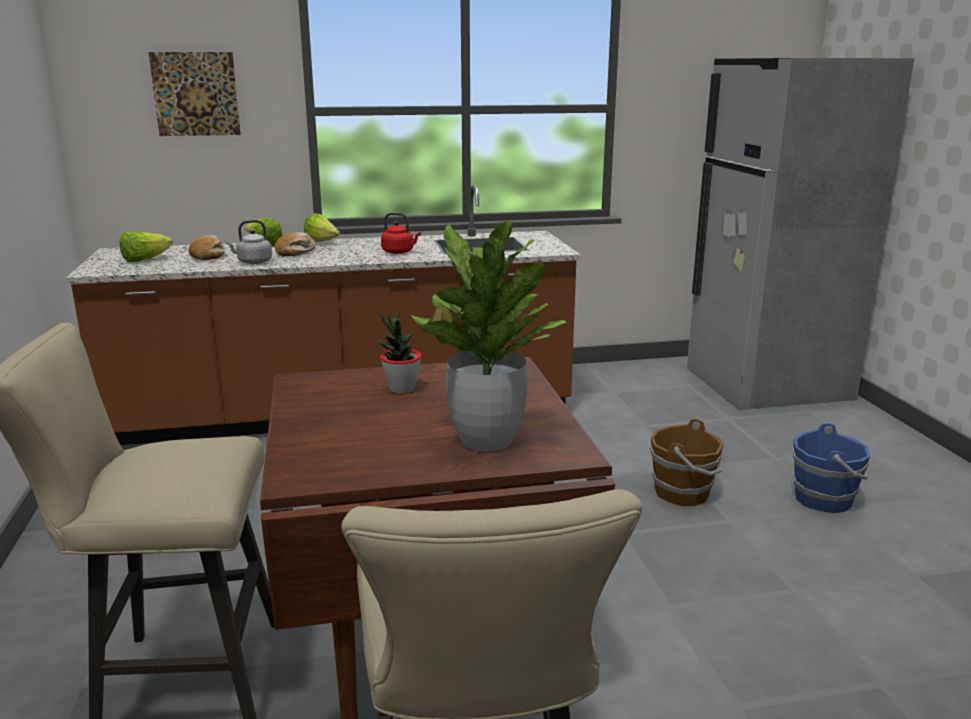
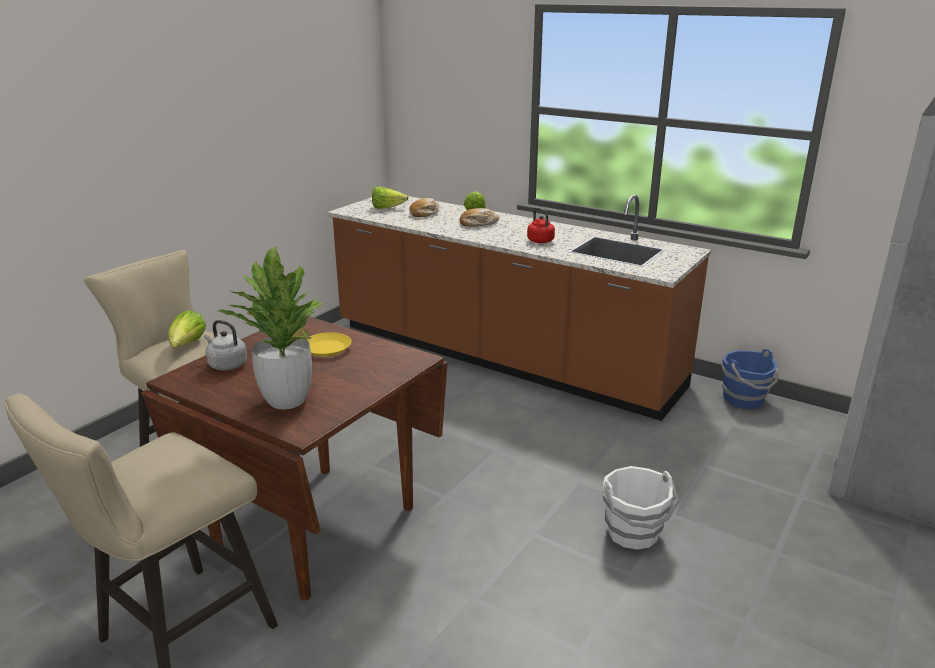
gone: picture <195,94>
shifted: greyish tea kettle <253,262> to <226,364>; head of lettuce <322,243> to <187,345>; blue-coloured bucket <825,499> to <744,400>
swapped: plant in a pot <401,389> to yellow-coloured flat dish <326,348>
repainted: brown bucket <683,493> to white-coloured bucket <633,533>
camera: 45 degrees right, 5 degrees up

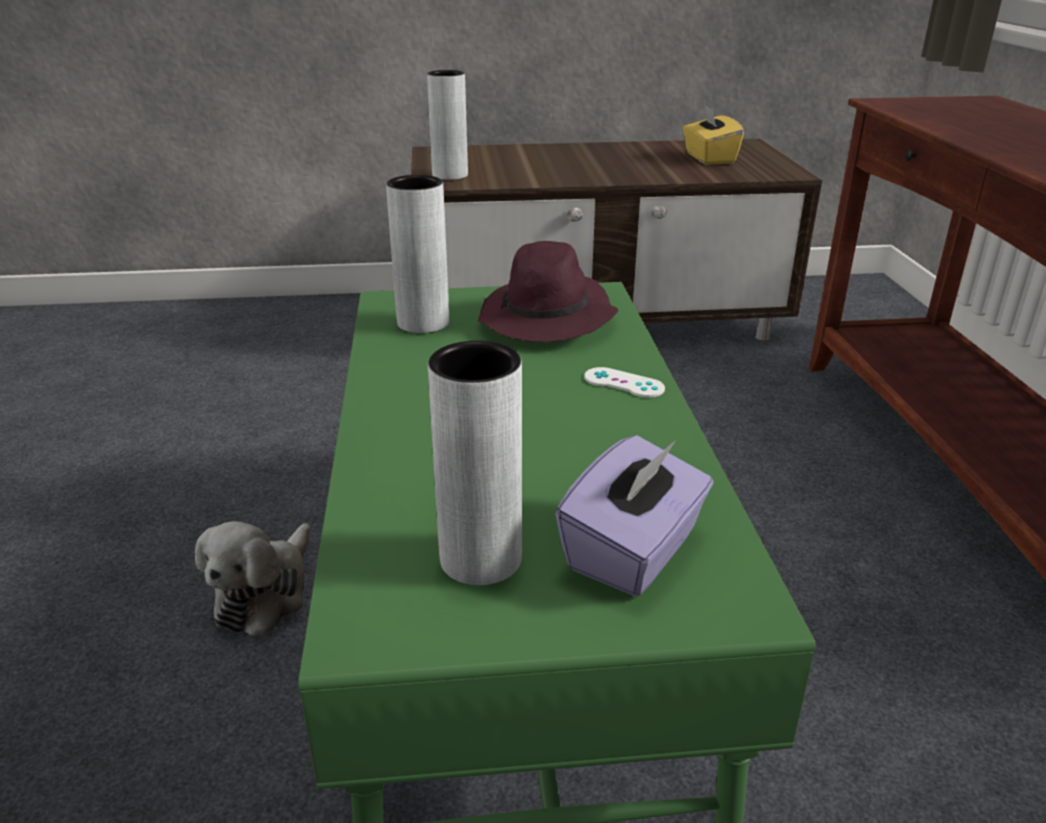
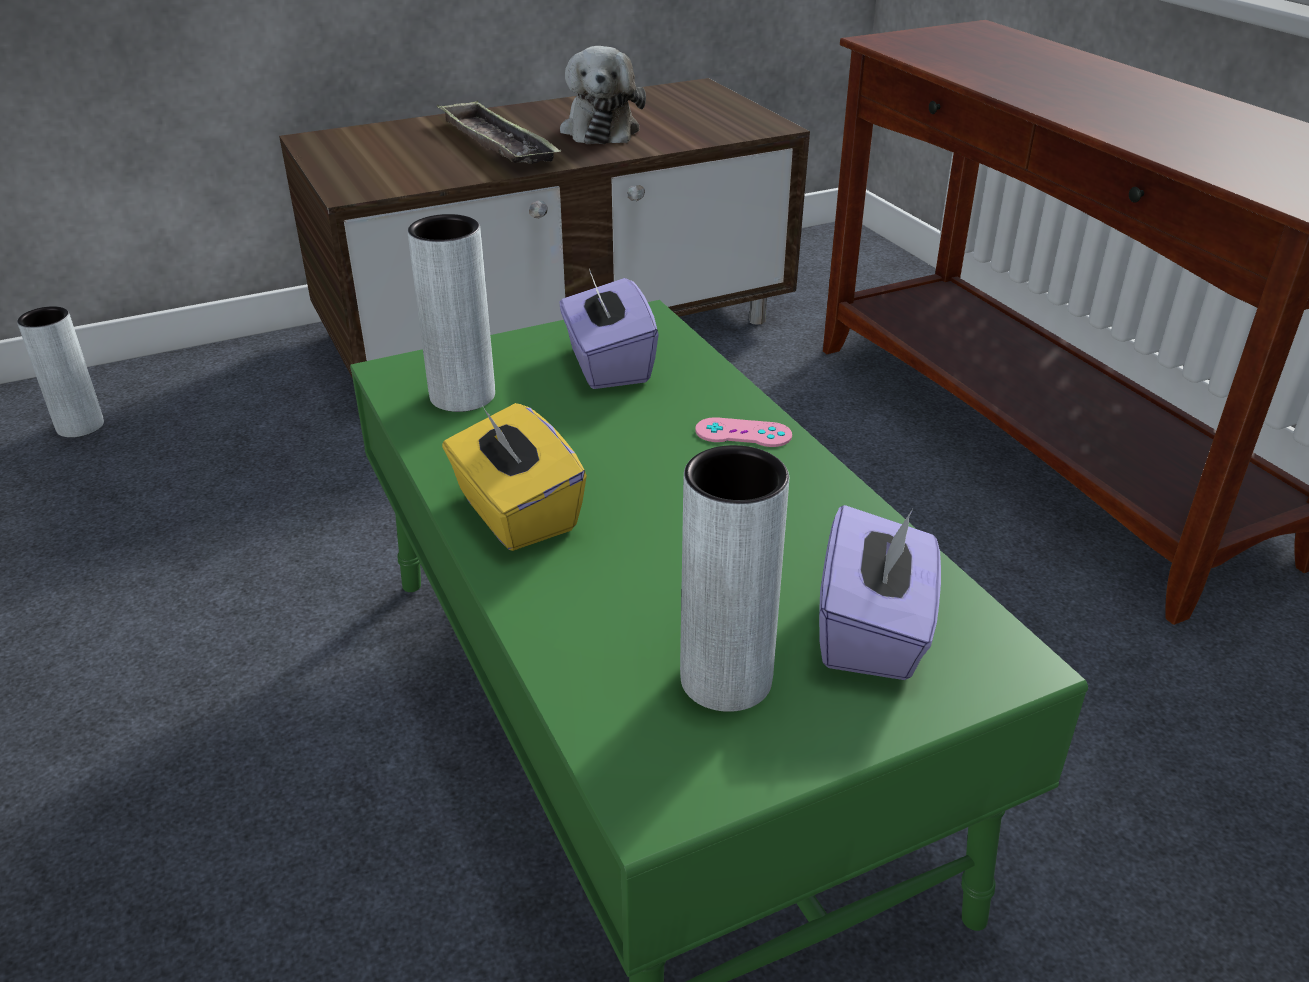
new: carrying tray <497,144>
shifted: soft toy <265,593> to <600,130>; greyish flower vase <450,175> to <80,426>; yellow-coloured tissue holder <709,158> to <515,513>
swapped: purplish wearable hat <547,319> to purplish tissue holder <607,365>
repainted: white-coloured gamepad <624,383> to pink-coloured gamepad <743,433>
camera: 20 degrees left, 5 degrees up

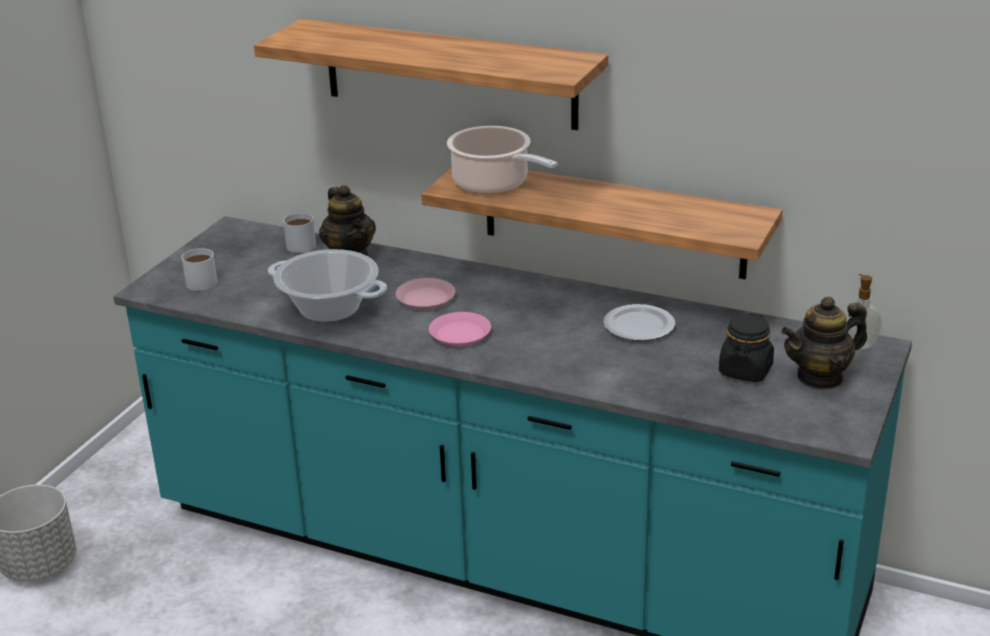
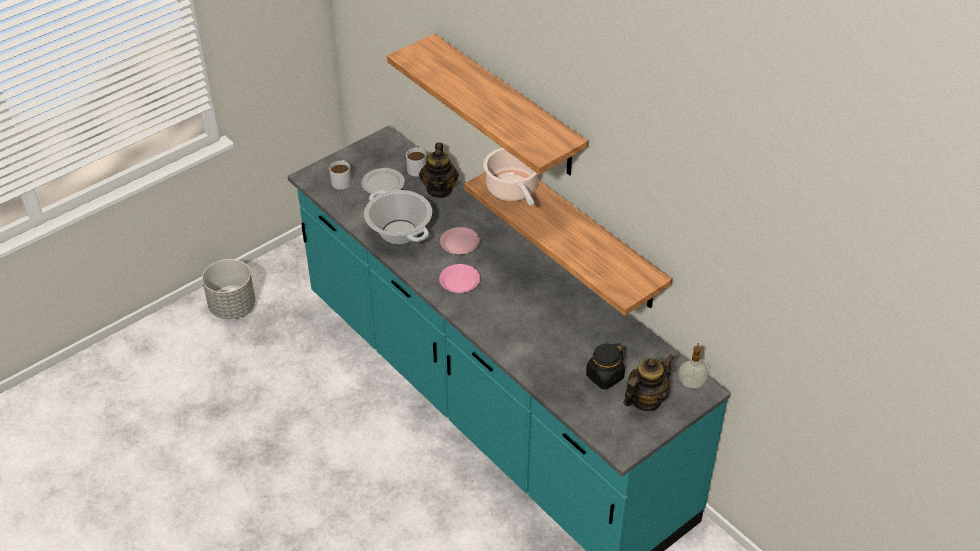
shifted: flat dish <638,326> to <382,184>
rotated: pot for tea <820,377> = <645,400> 135 degrees clockwise
camera: 25 degrees right, 15 degrees up

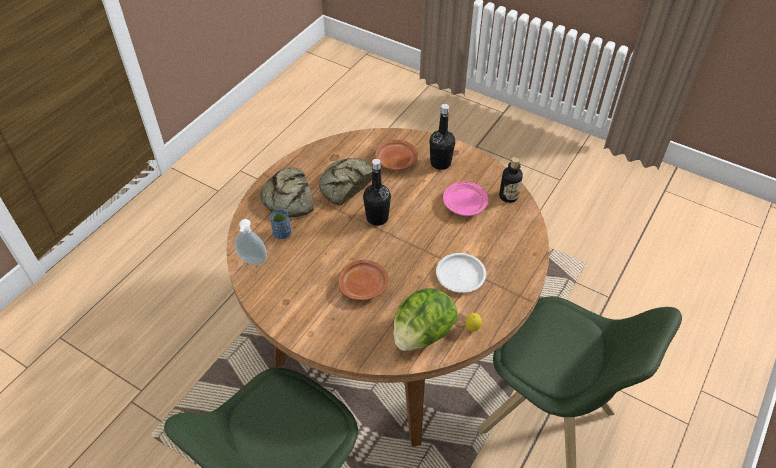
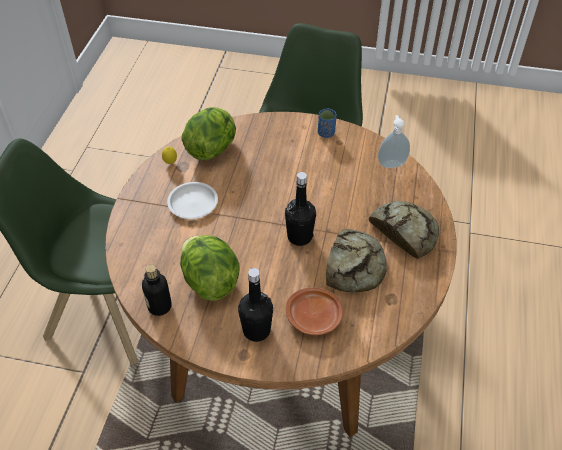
gone: brown flat dish <363,285>
shifted: blue-coloured drinking cup <282,233> to <326,133>
swapped: pink-coloured flat dish <464,204> to head of lettuce <209,281>
camera: 160 degrees right, 0 degrees up

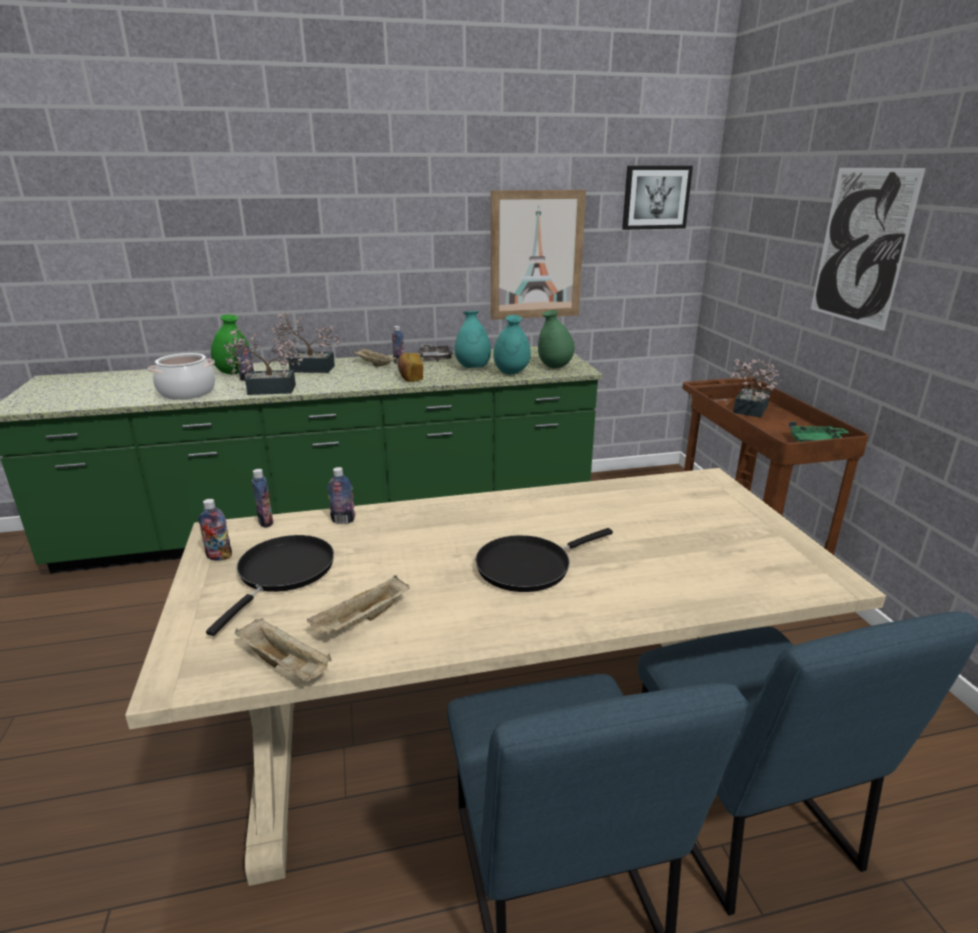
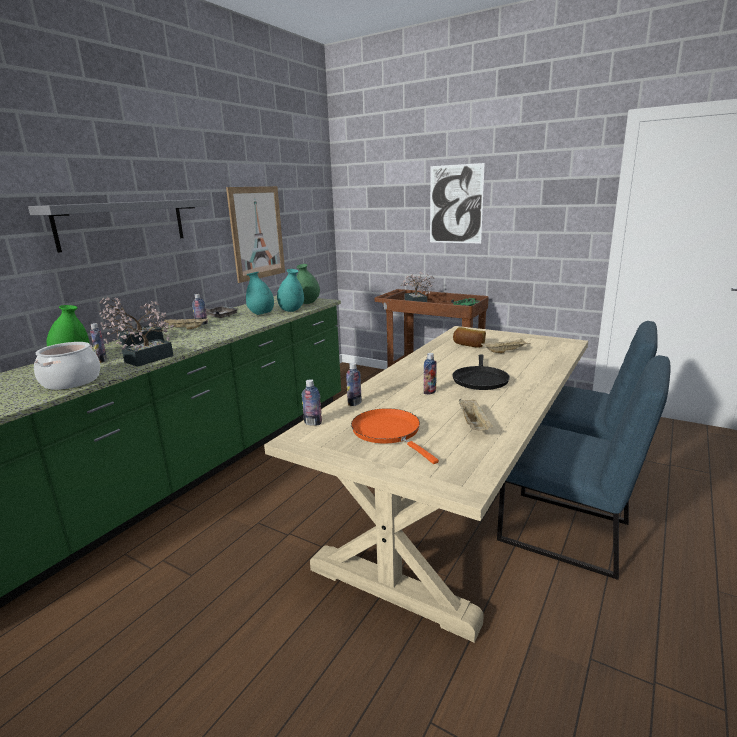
gone: picture <655,197>
new: greyish wall shelf <123,223>
shifted: drink bottle <219,556> to <429,392>; beige-coloured carrying tray <286,665> to <505,352>; bakery bread <410,377> to <469,345>
repainted: blackish skillet <283,573> to orange skillet <389,432>
camera: 45 degrees left, 5 degrees down

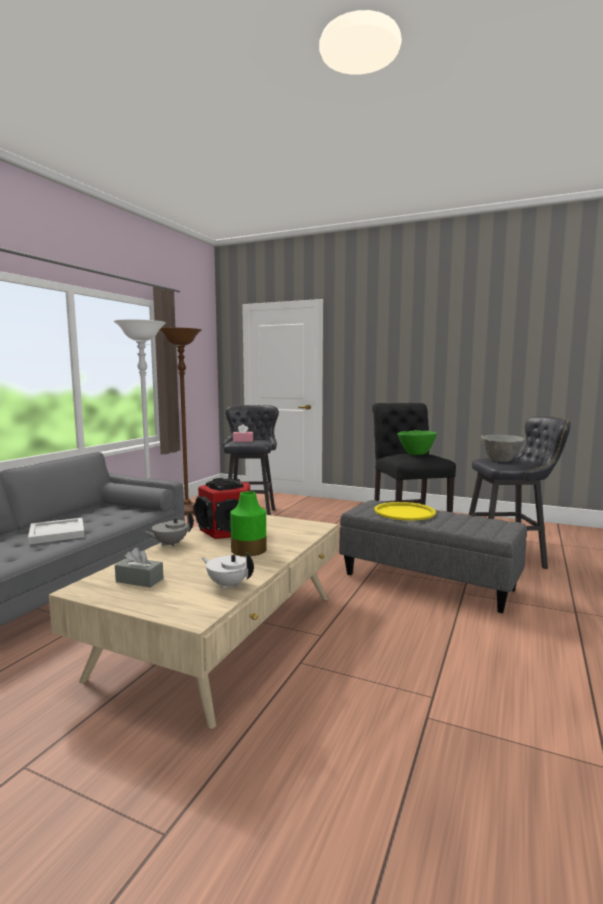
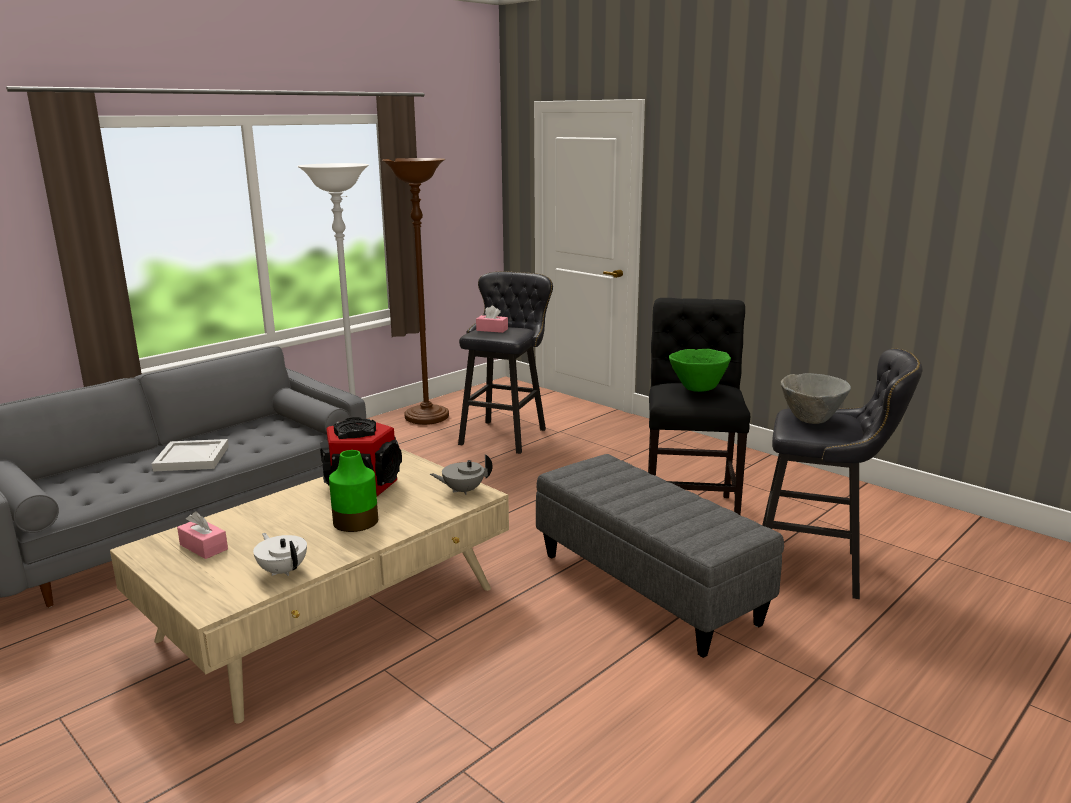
gone: yellow-coloured carrying tray <404,512>
shifted: greyish pot for tea <170,544> to <463,490>
repainted: greyish tissue holder <139,580> to pink-coloured tissue holder <203,547>
camera: 20 degrees right, 10 degrees up

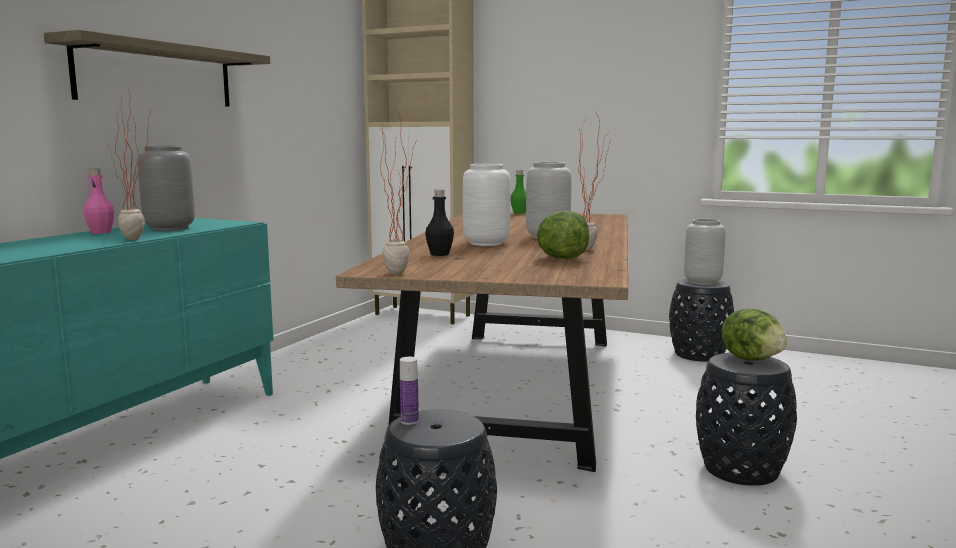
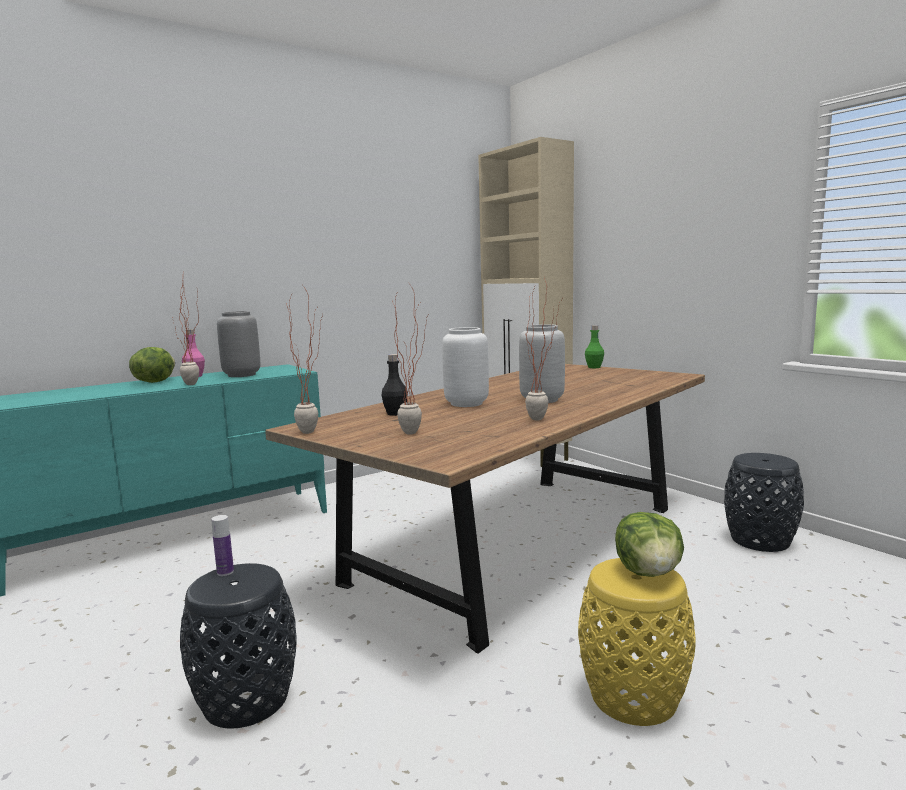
gone: wall shelf <156,75>; greyish flower vase <703,282>
new: plant in a pot <416,432>
shifted: head of lettuce <561,258> to <154,382>
repainted: blackish stool seat <741,470> to yellow-coloured stool seat <633,698>
camera: 30 degrees right, 0 degrees up

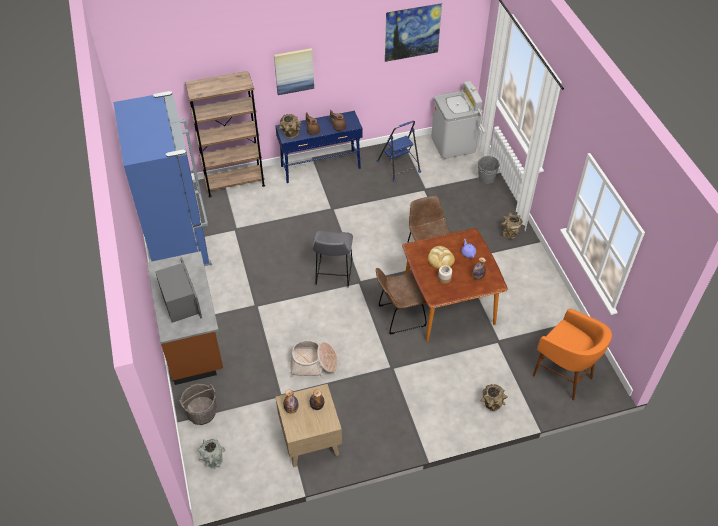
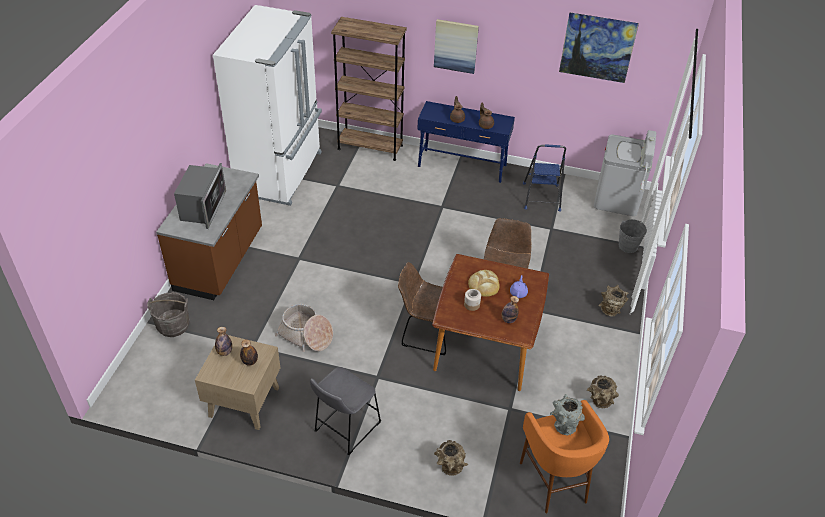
shifted: greyish flower vase <212,460> to <563,425>; brown flower vase <290,135> to <599,402>; greyish stool seat <333,274> to <345,429>
repainted: blue-coloured refrigerator <179,239> to white-coloured refrigerator <281,173>
camera: 30 degrees right, 5 degrees down

